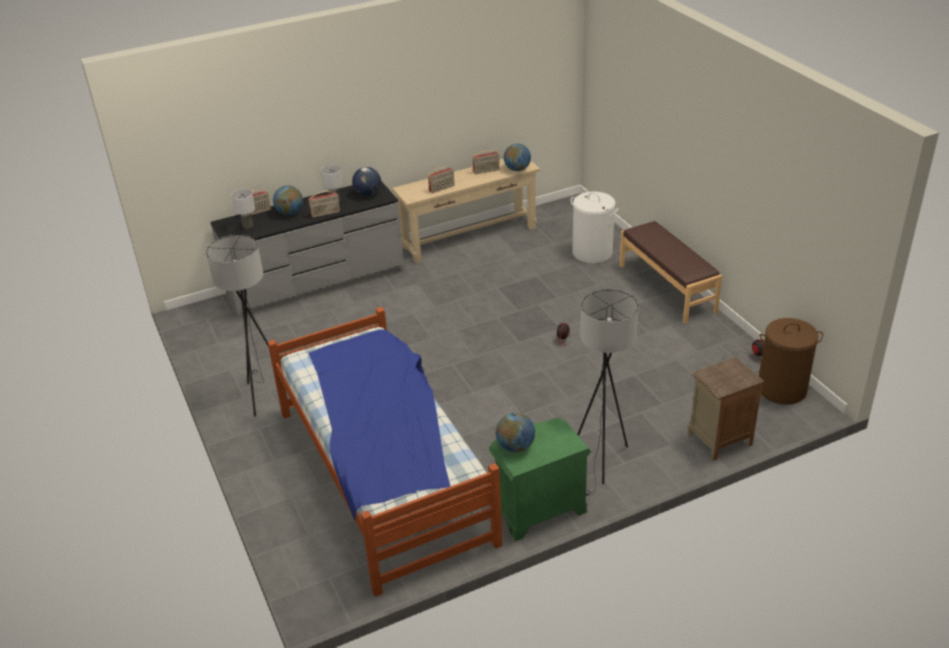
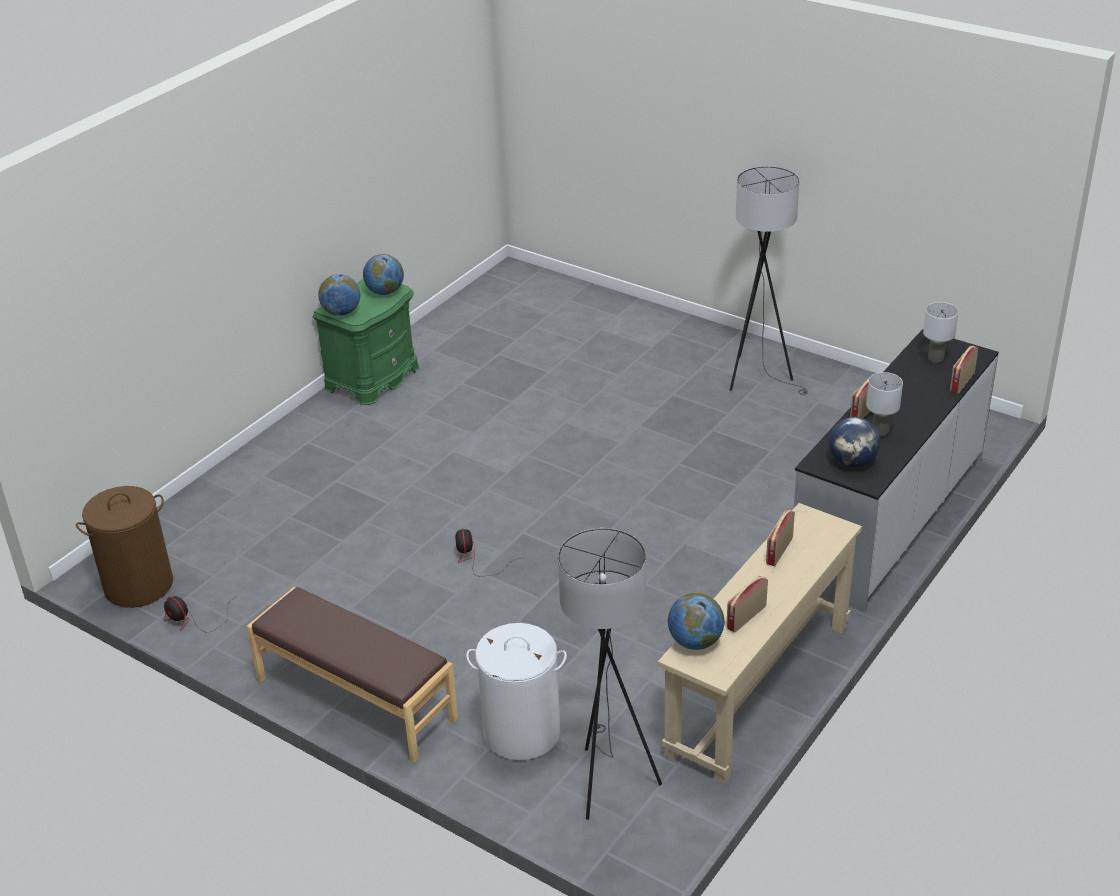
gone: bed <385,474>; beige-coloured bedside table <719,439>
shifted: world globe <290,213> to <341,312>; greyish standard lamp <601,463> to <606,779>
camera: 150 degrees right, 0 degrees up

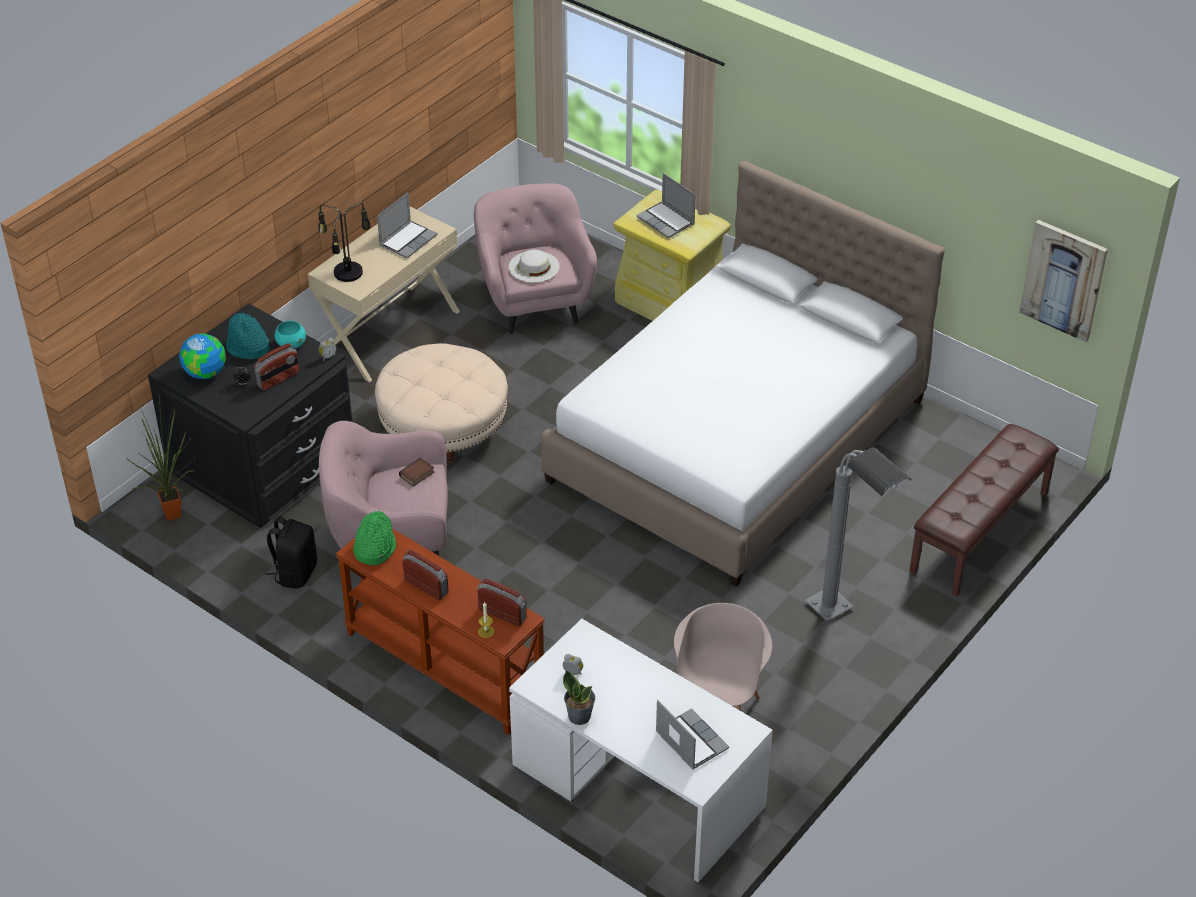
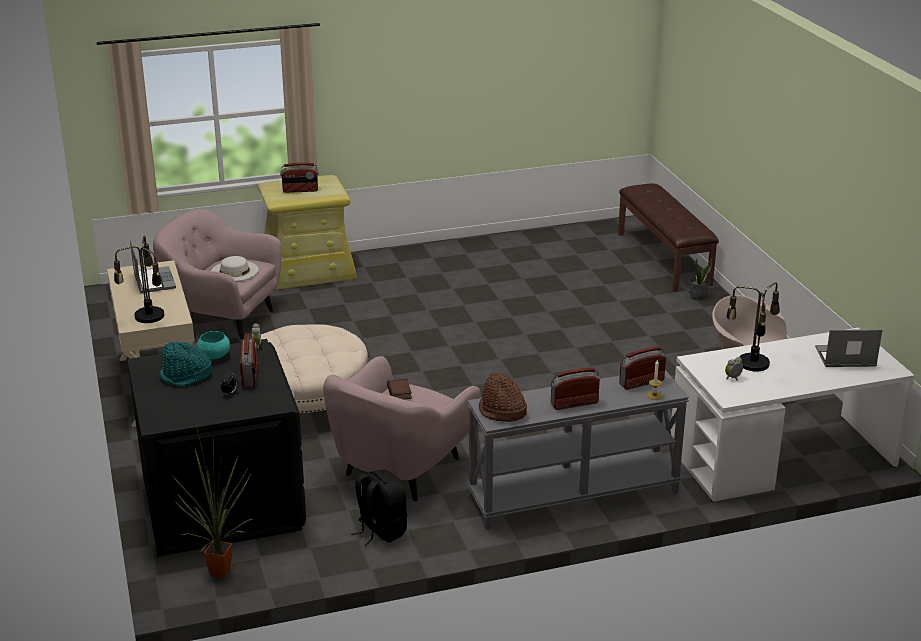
gone: world globe <205,372>; white-coloured bed <738,440>; greyish standard lamp <845,621>; picture <1063,280>
new: lamp for a table <753,363>
shifted: plant in a pot <579,716> to <698,297>
swapped: portable computer <666,221> to radio <300,190>
repainted: brown narrow table <443,667> to greyish narrow table <573,496>; greenish wearable hat <374,548> to brown wearable hat <502,412>
camera: 55 degrees left, 15 degrees down

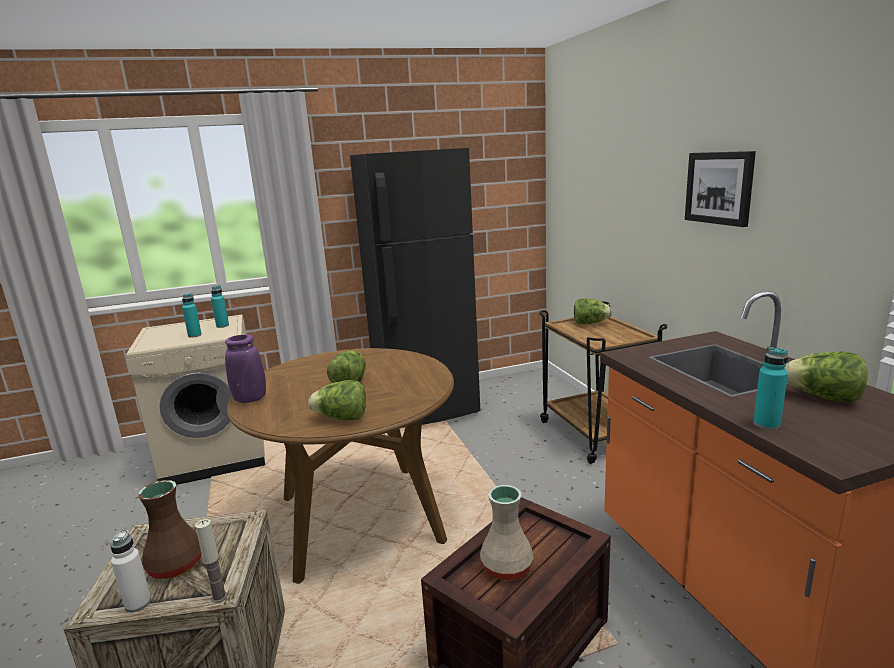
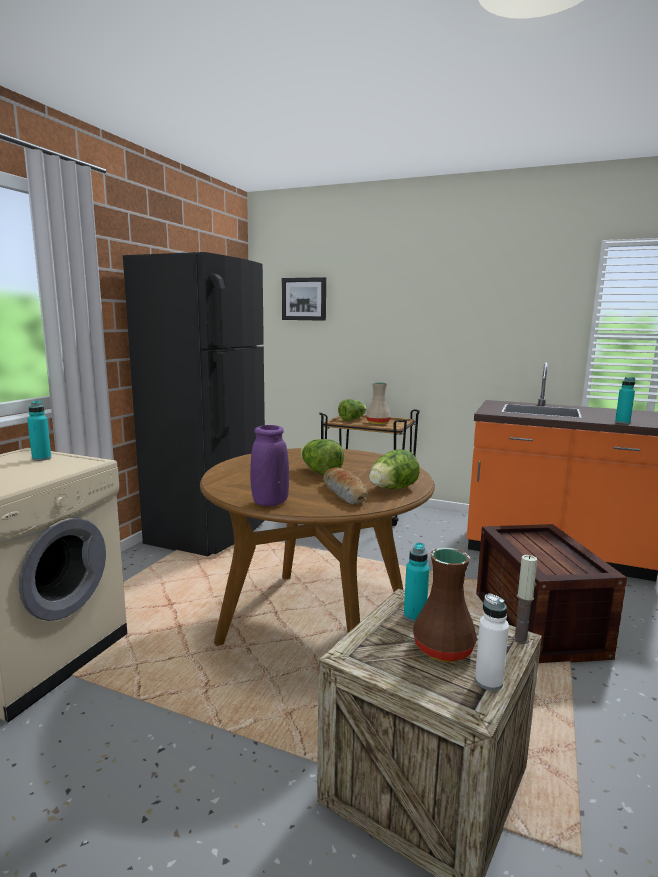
gone: head of lettuce <823,398>
new: bakery bread <345,494>
shifted: turquoise drink bottle <194,335> to <415,616>; beige-coloured flower vase <505,568> to <378,423>; picture <719,188> to <304,299>
camera: 50 degrees left, 5 degrees down

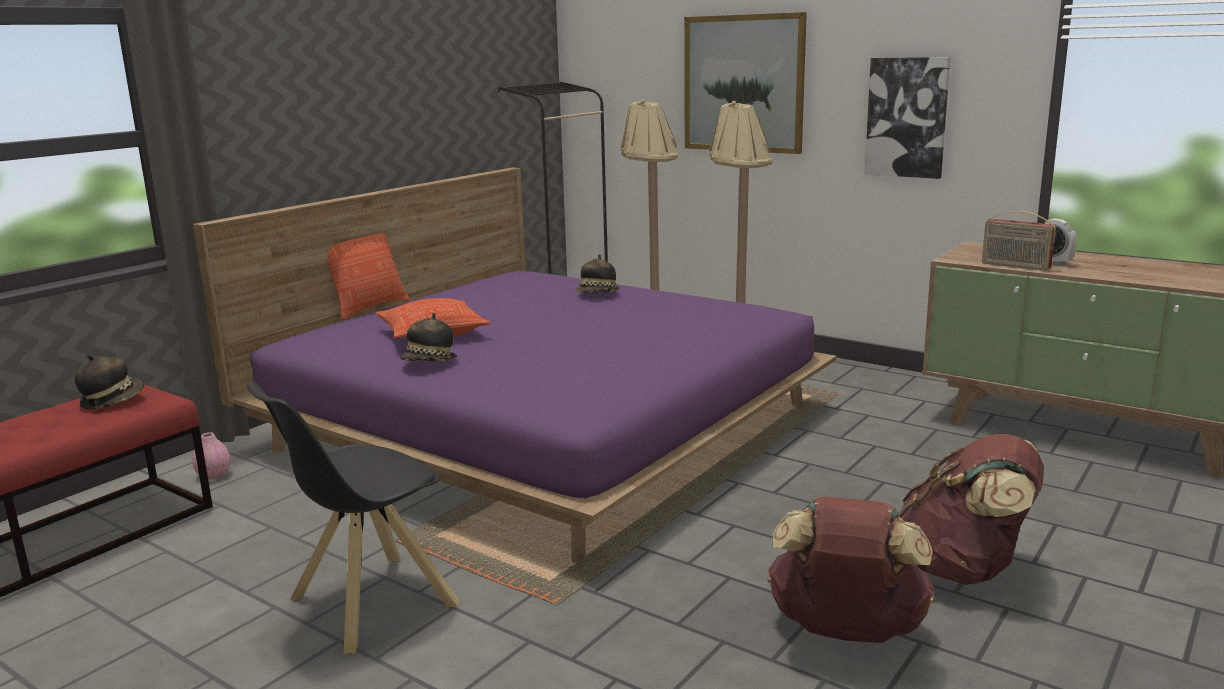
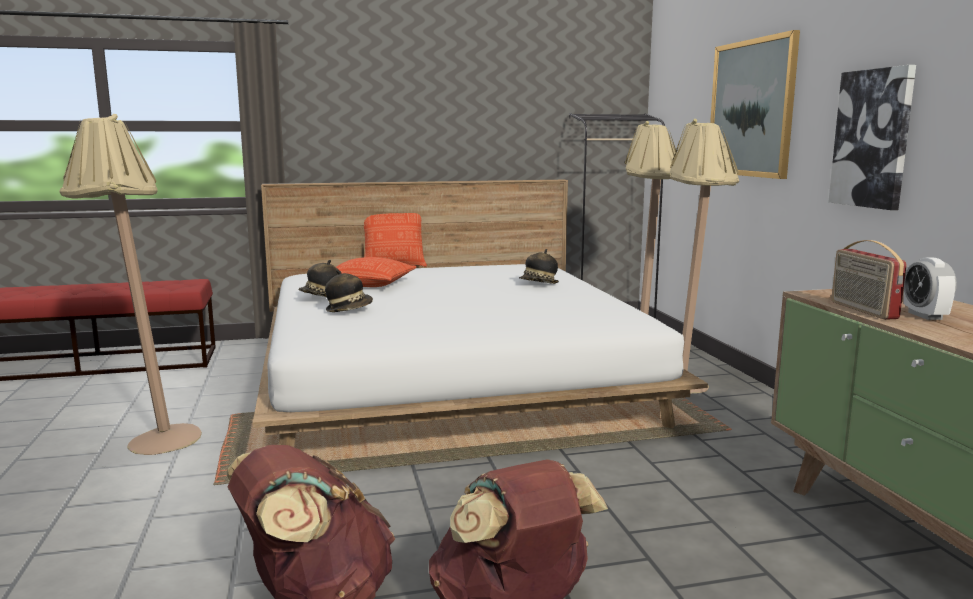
gone: pink-coloured flower vase <214,475>
shifted: wearable hat <112,400> to <349,310>
swapped: blackish chair <368,603> to beige-coloured standard lamp <149,440>
repainted: purplish bed <545,427> to white-coloured bed <451,381>
camera: 40 degrees right, 5 degrees down

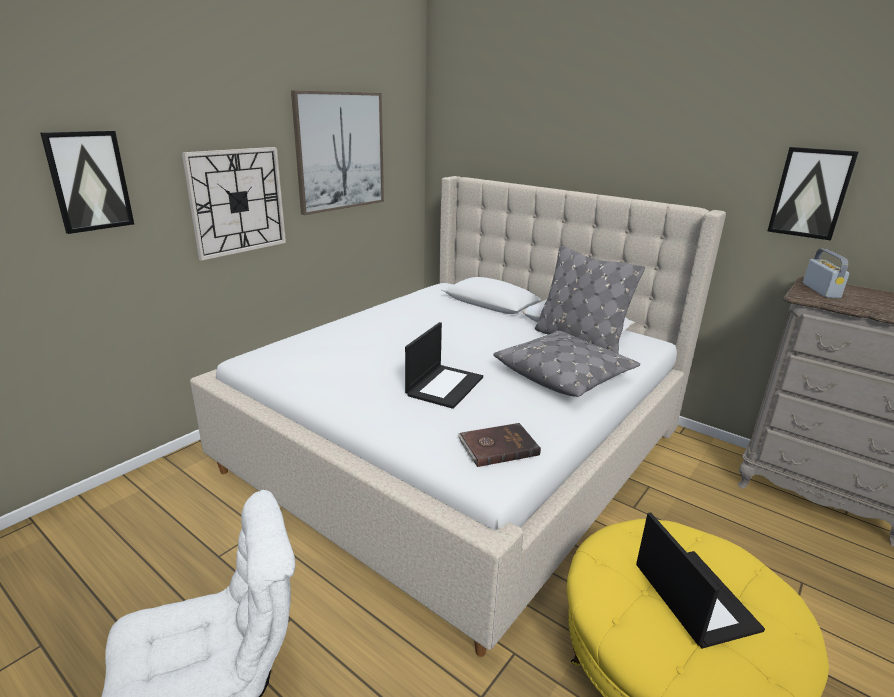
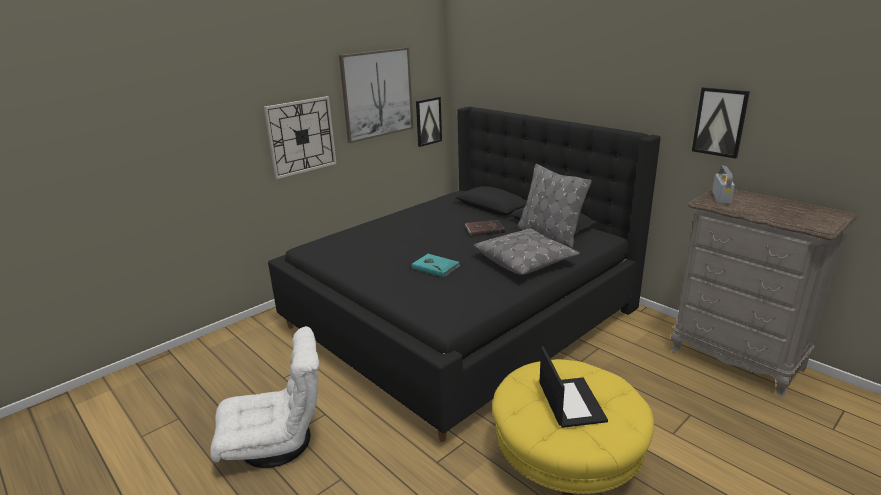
shifted: picture <89,181> to <428,121>; brown bound book <497,447> to <484,229>
swapped: portable computer <444,385> to turquoise bound book <435,267>
repainted: beige-coloured bed <462,448> to blackish bed <462,317>
camera: 10 degrees right, 0 degrees up

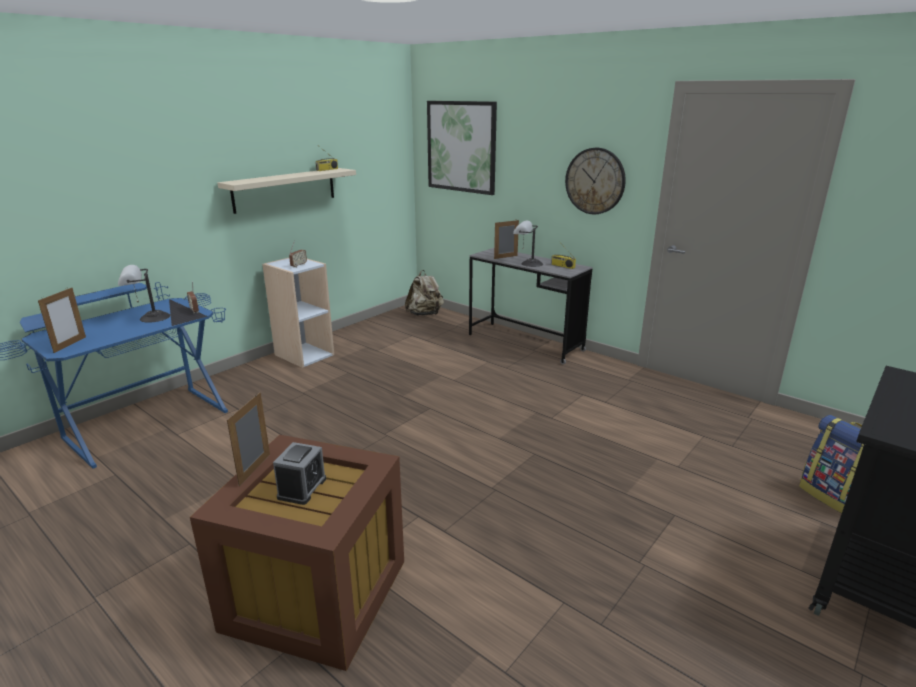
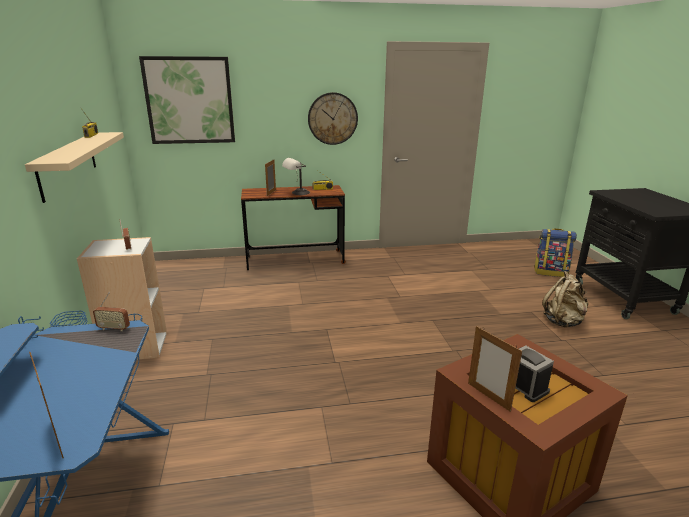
gone: lamp for a table <148,318>
shifted: beige-coloured knapsack <425,314> to <563,321>
repainted: greyish desk unit <525,342> to brown desk unit <295,260>
camera: 50 degrees left, 0 degrees up

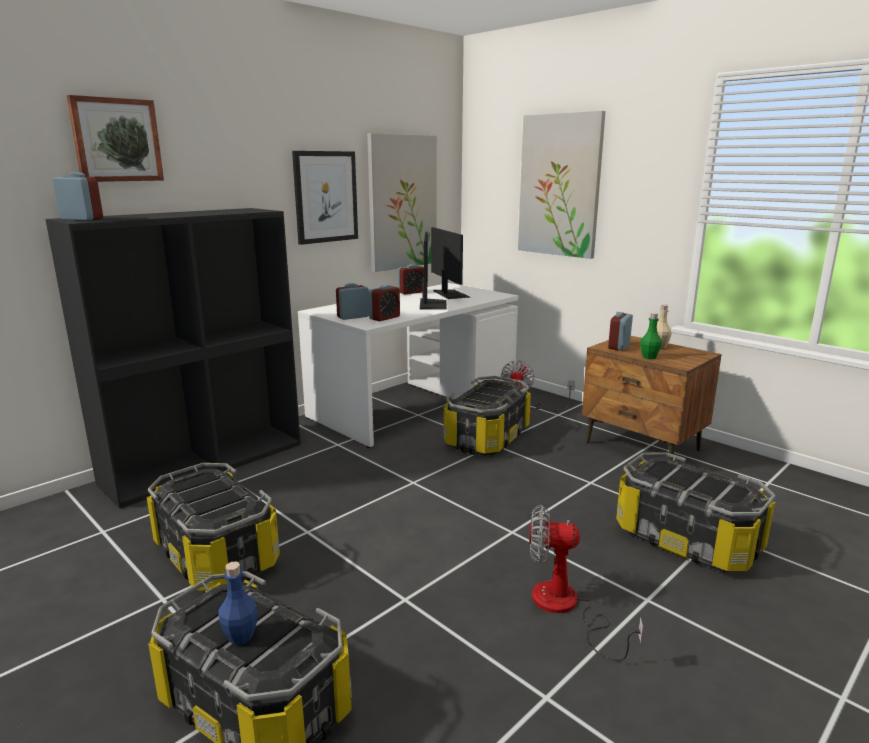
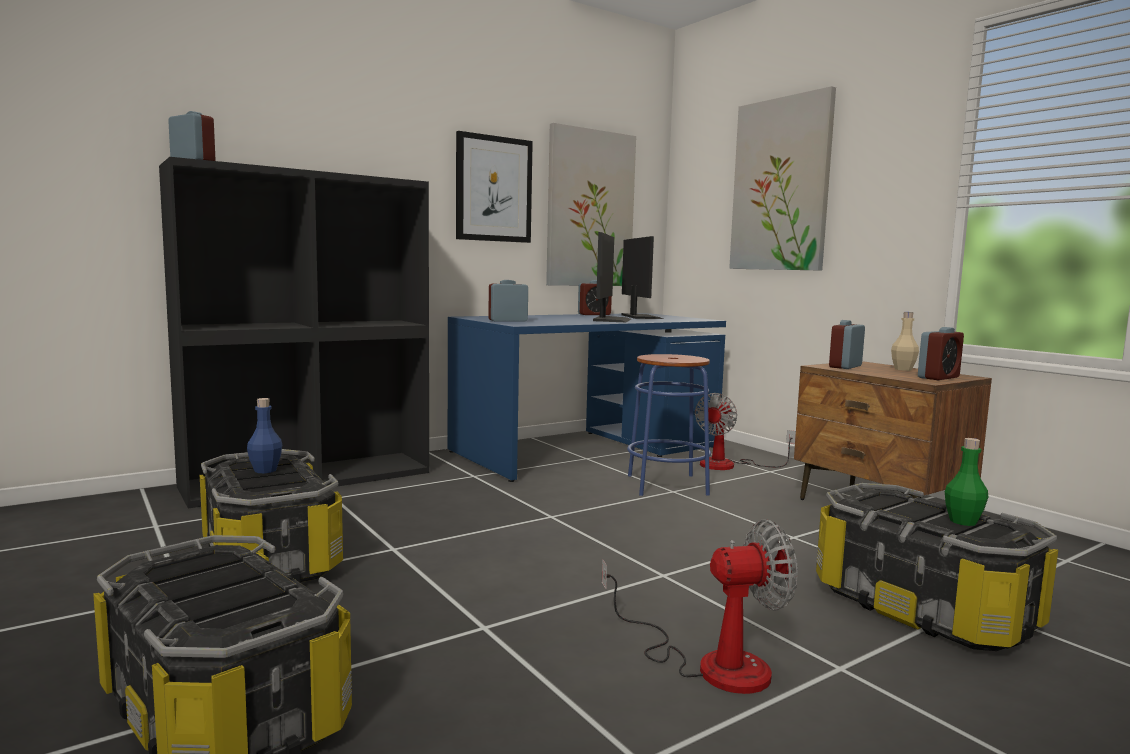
gone: picture <116,140>
shifted: blue-coloured drink bottle <241,636> to <265,470>; alarm clock <384,318> to <938,377>; greenish drink bottle <649,357> to <963,521>
swapped: storage bin <487,438> to blue-coloured stool seat <667,485>
repainted: white-coloured desk unit <414,404> to blue-coloured desk unit <586,449>
rotated: fan <566,608> = <710,663> 150 degrees clockwise
camera: 10 degrees right, 10 degrees down

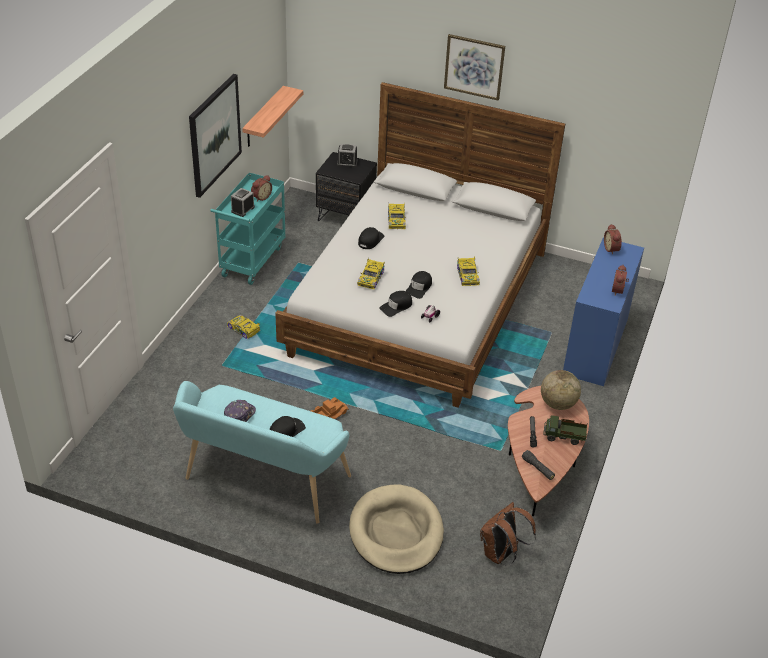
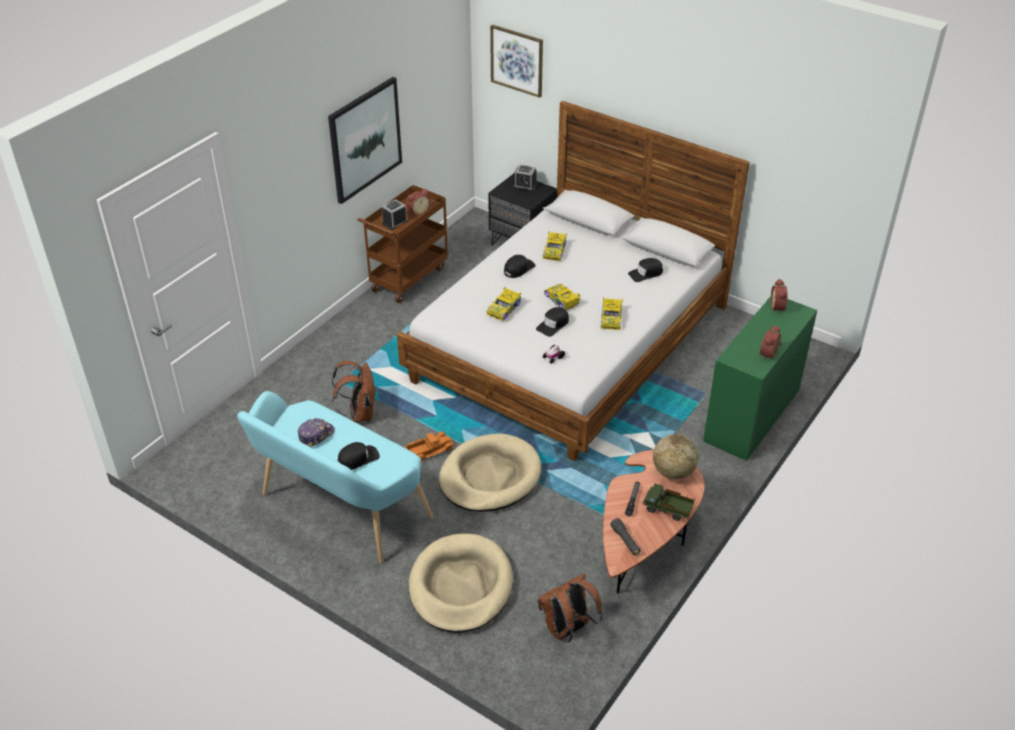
gone: wall shelf <263,117>
new: brown knapsack <359,413>; beige-coloured dog cushion <490,477>
shifted: toy car <244,329> to <562,300>; blackish cap <396,306> to <645,273>; picture <474,66> to <517,60>
repainted: turquoise cart <251,263> to brown cart <407,281>; blue-coloured desk unit <596,346> to greenish desk unit <752,415>
camera: 15 degrees right, 0 degrees up

